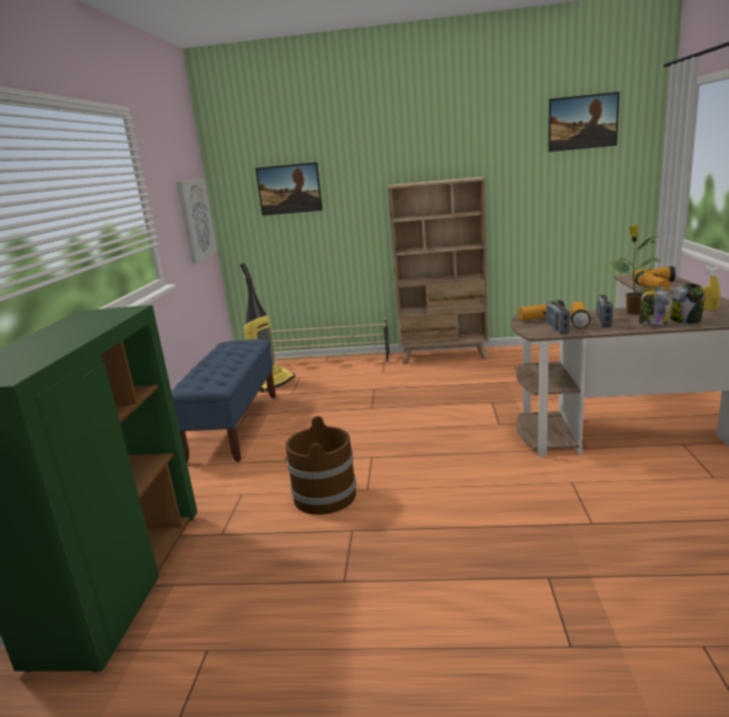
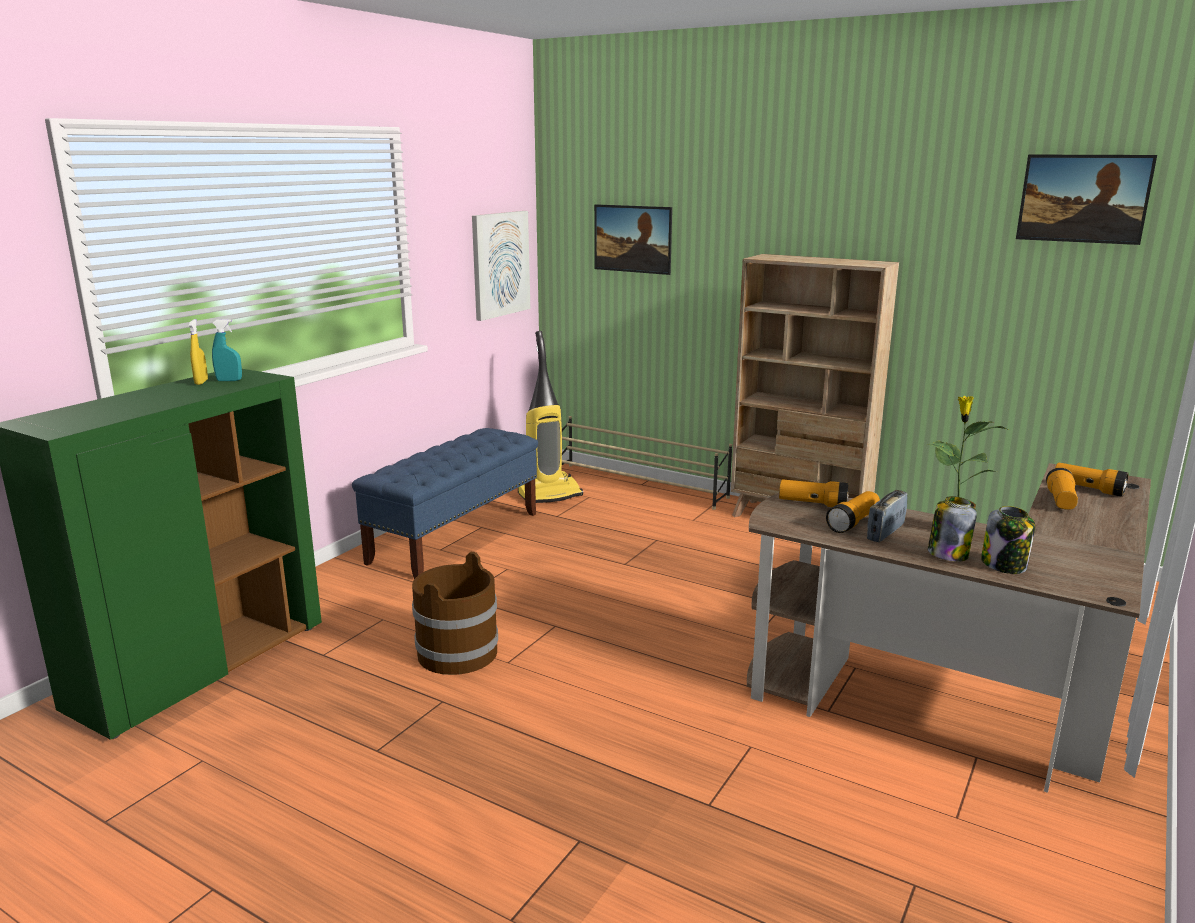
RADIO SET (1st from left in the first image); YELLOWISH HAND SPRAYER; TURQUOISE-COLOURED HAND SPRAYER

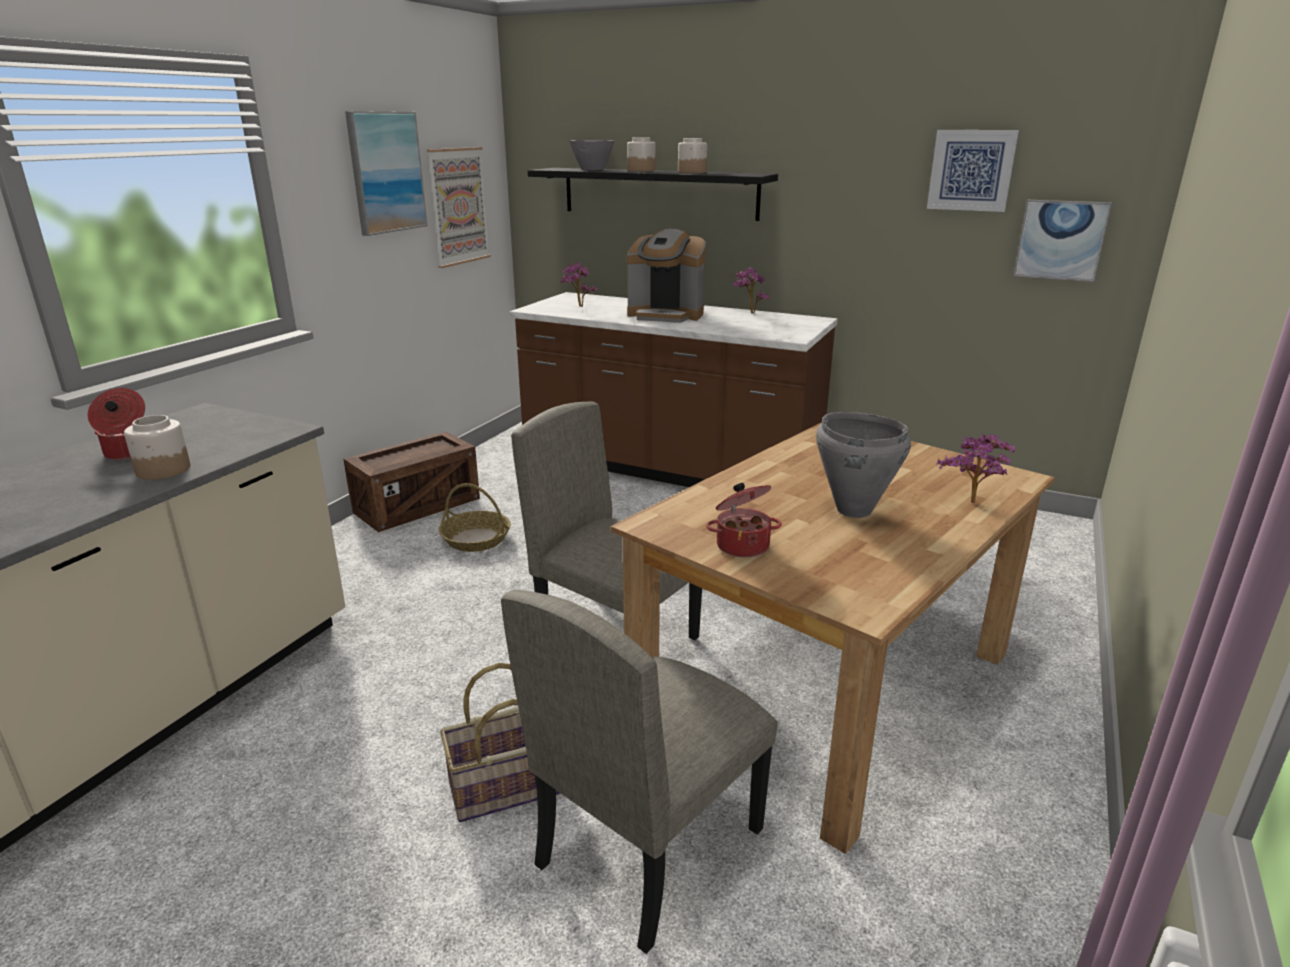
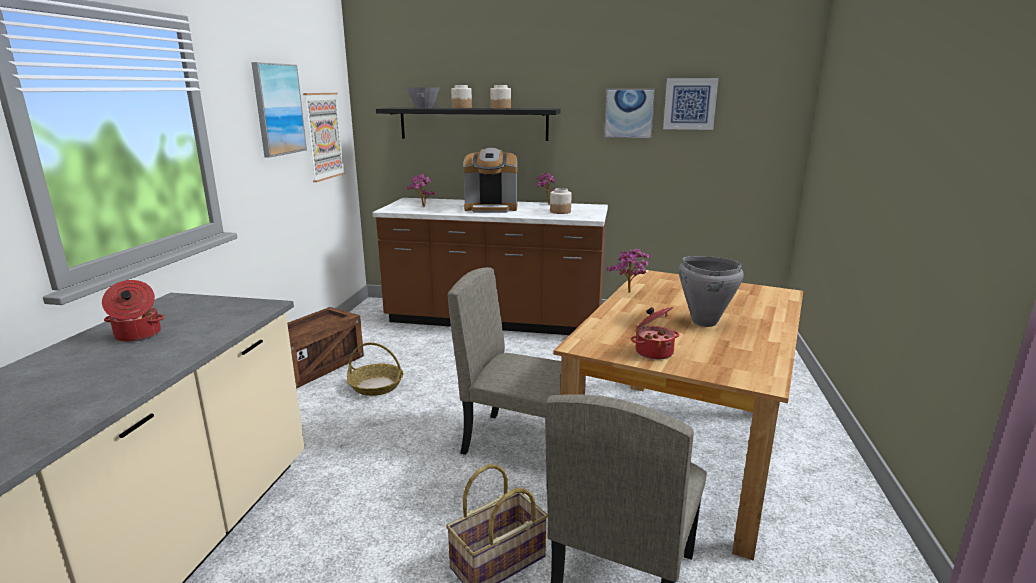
PRESERVE JAR (3rd from left); POTTED PLANT (3rd from left); WALL PICTURE (3rd from left)

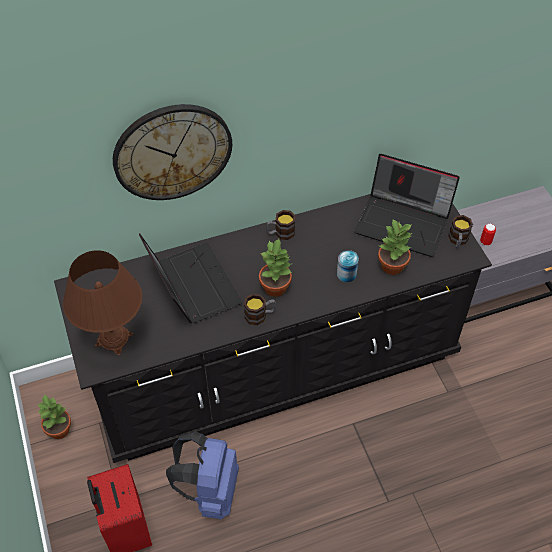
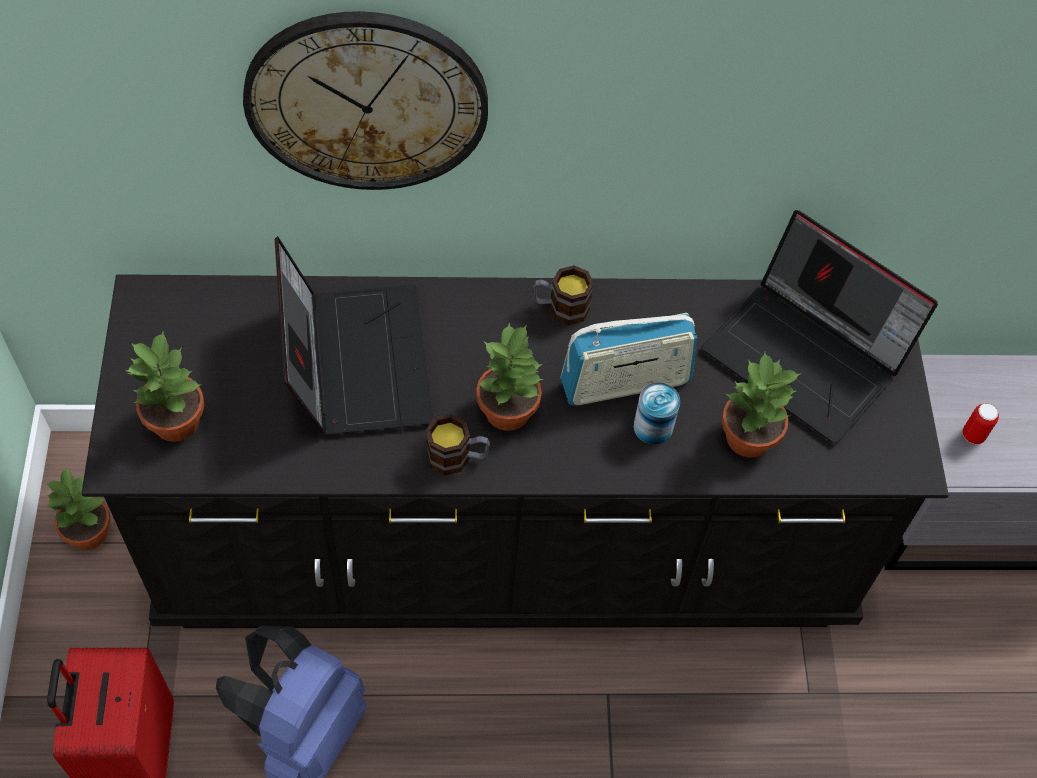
POTTED PLANT (2nd from left); MUG (3rd from left in the first image); RADIO SET

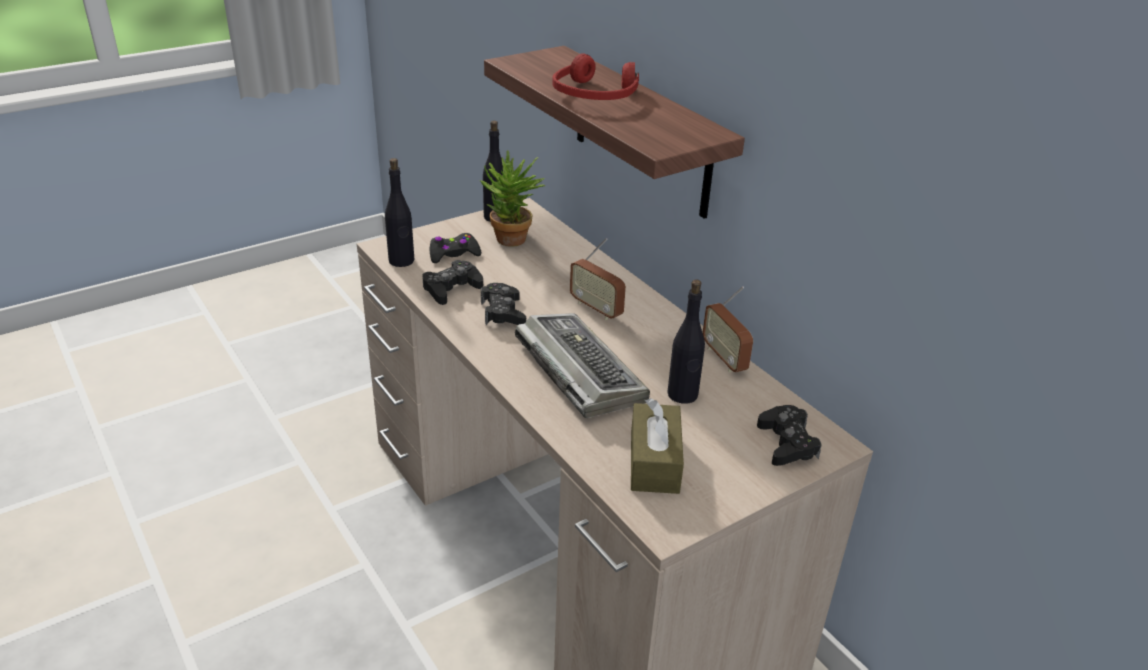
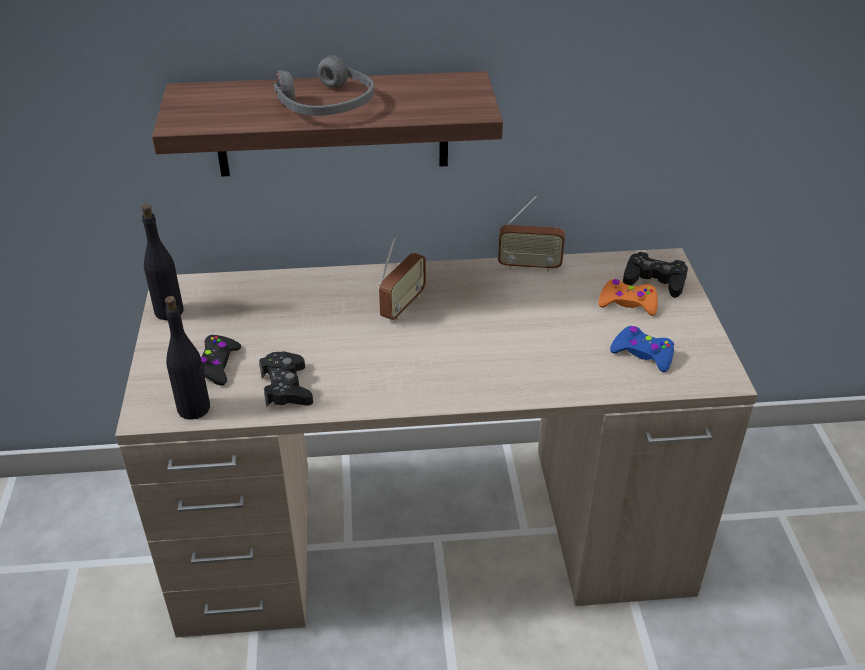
POTTED PLANT; BLACK GAME CONTROLLER (3rd from left in the first image); KEYBOARD; GREY PAIR OF HEADPHONES; RADIO SET (1st from left); BLUE GAME CONTROLLER; BLACK DRINK BOTTLE (3rd from left in the first image); ORANGE GAME CONTROLLER

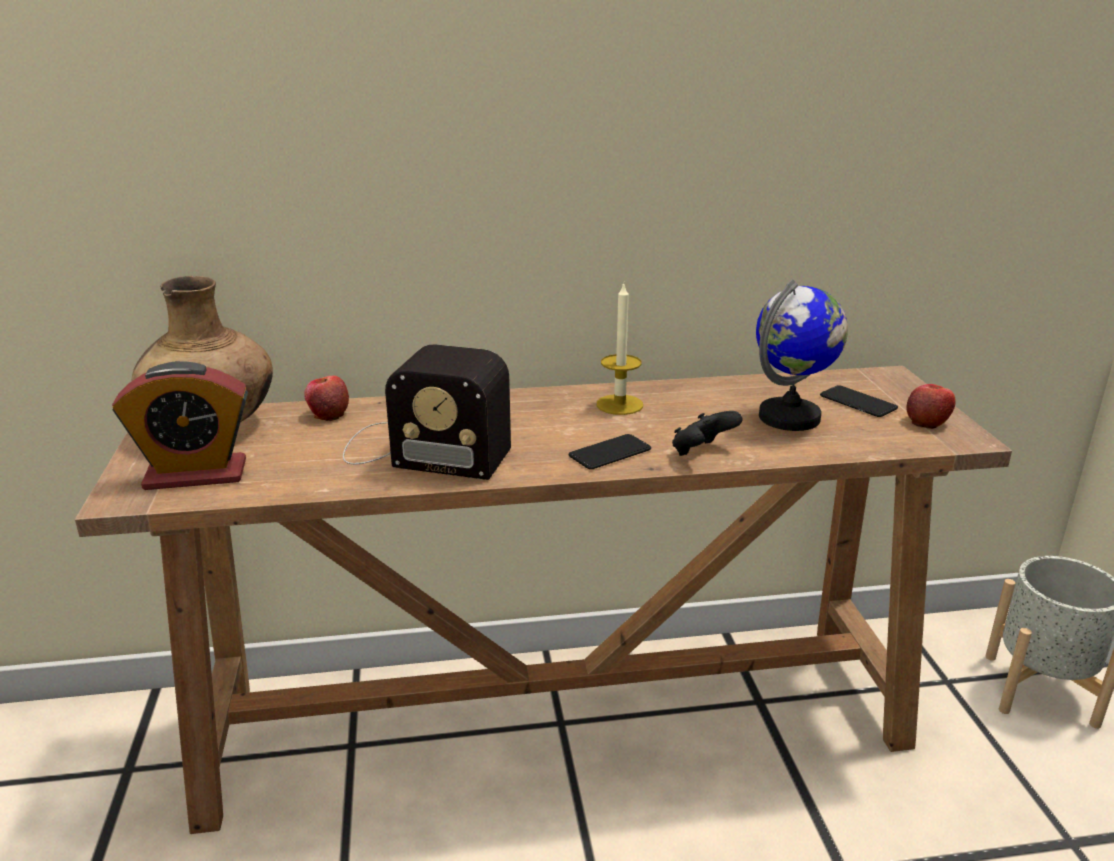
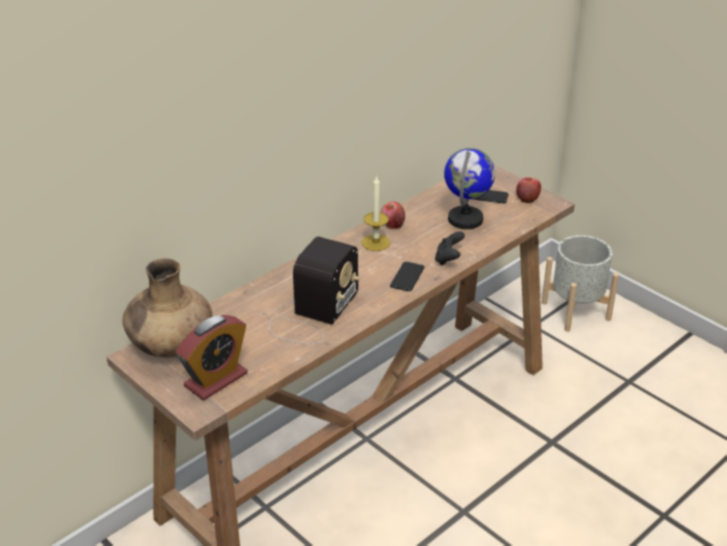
APPLE FRUIT (1st from left); RADIO SET

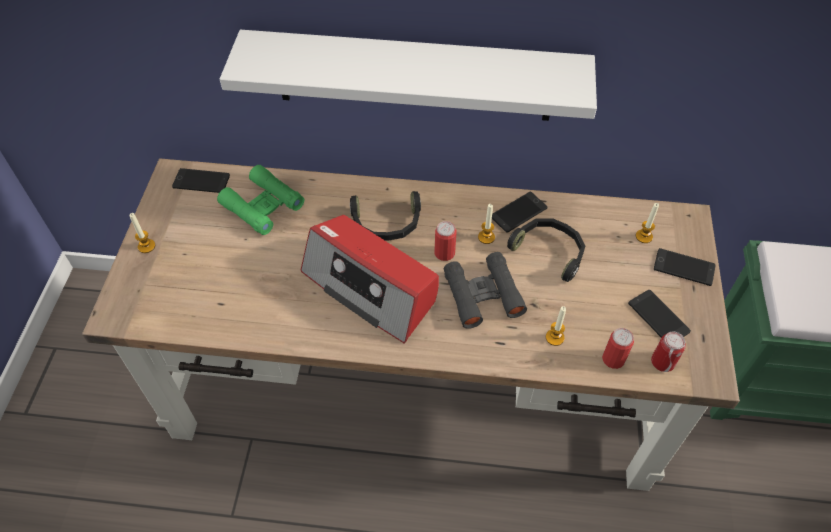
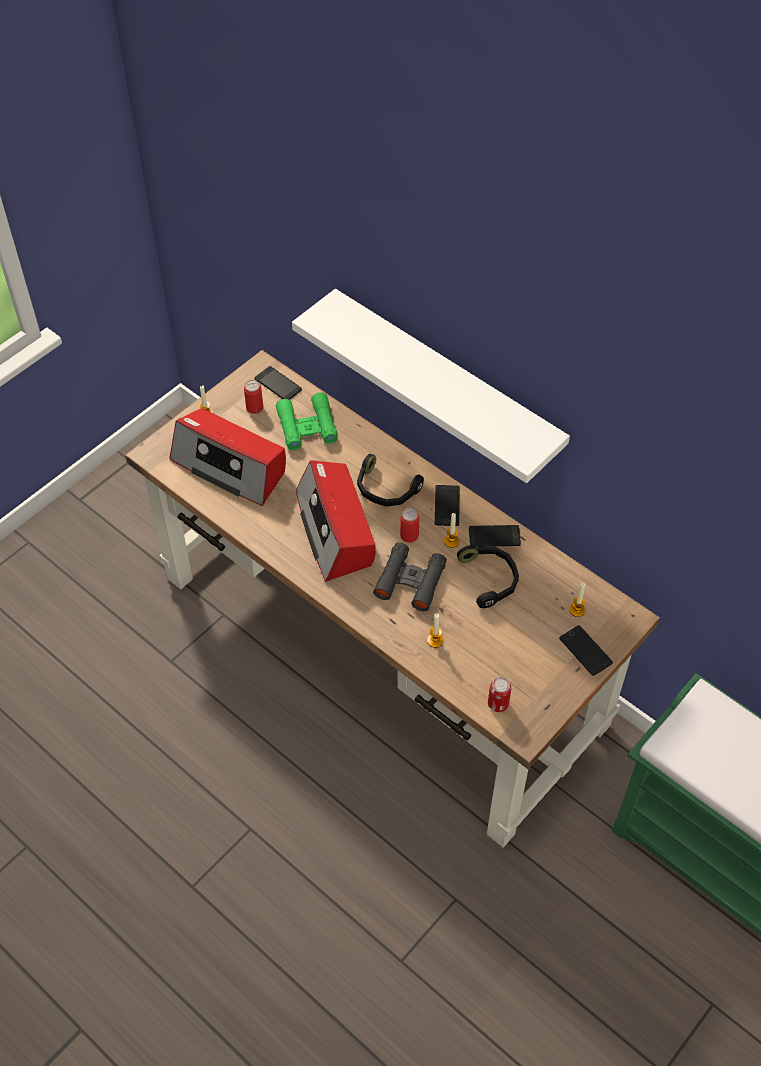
SEALED CAN (1st from left); TELEPHONE (2nd from left); RADIO SET (1st from left)

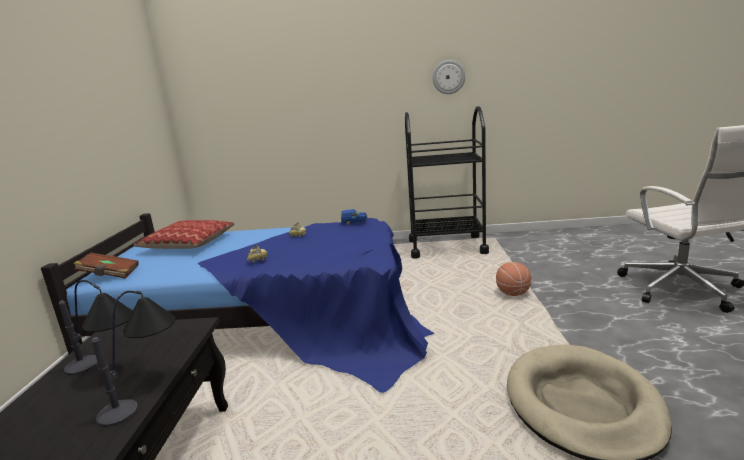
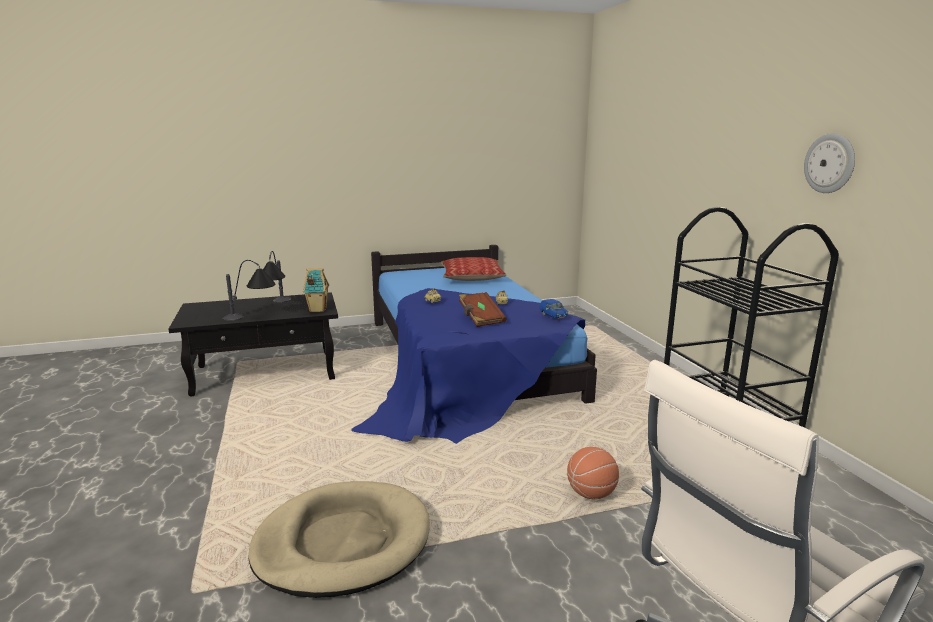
BROWN-COLOURED VOLUME; MODEL HOUSE

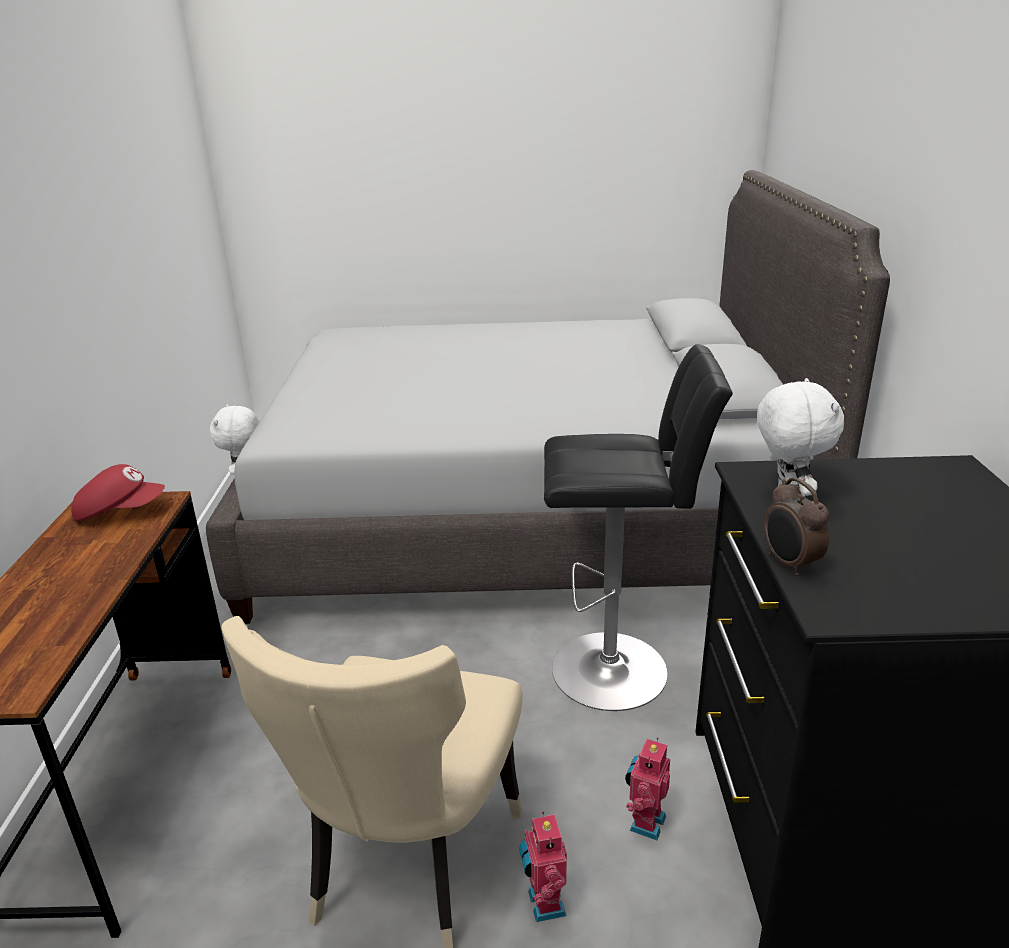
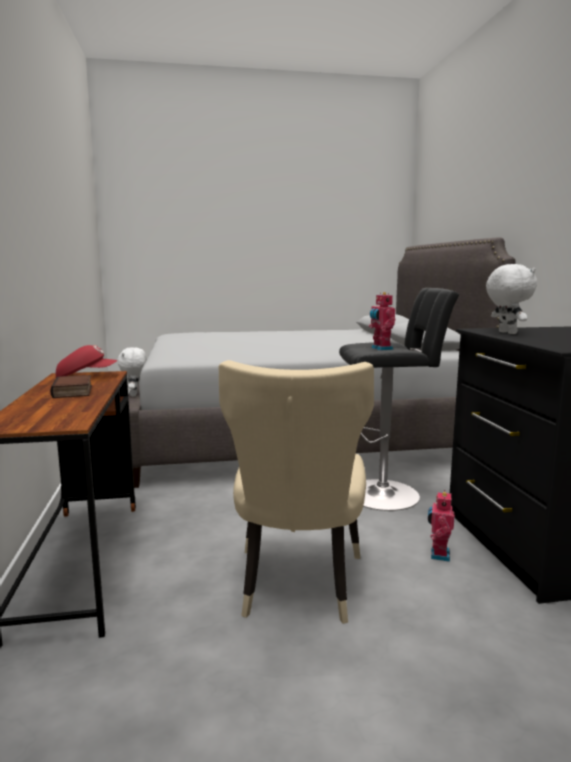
ROBOT FIGURE (1st from left); TABLE CLOCK; VOLUME

